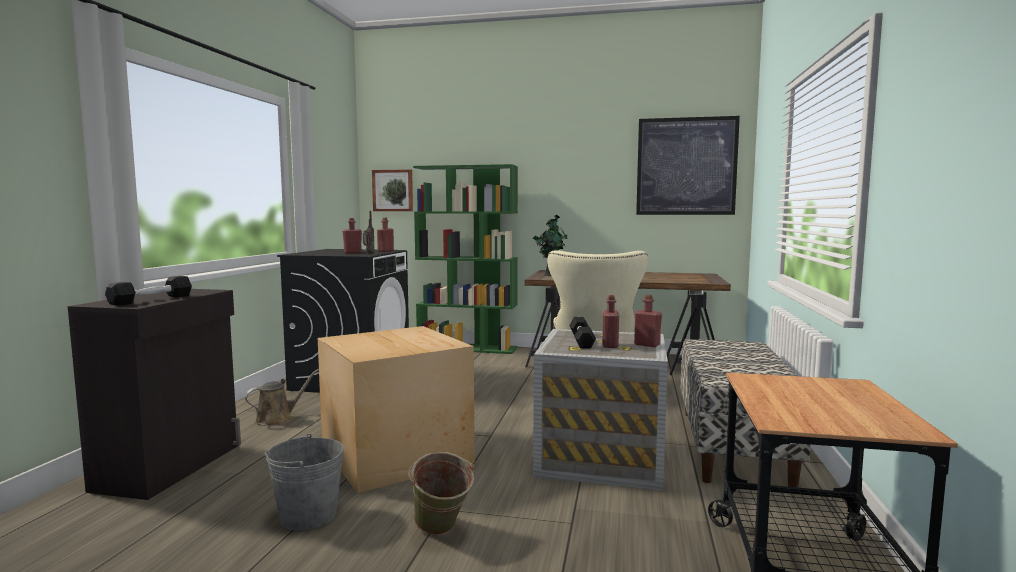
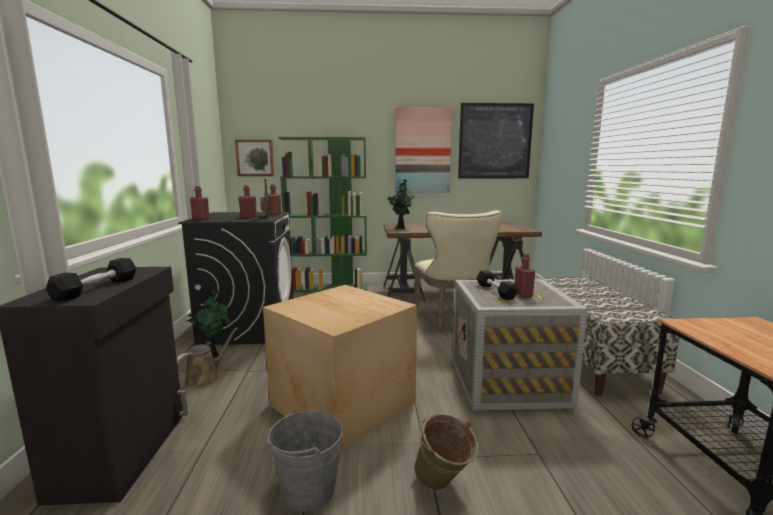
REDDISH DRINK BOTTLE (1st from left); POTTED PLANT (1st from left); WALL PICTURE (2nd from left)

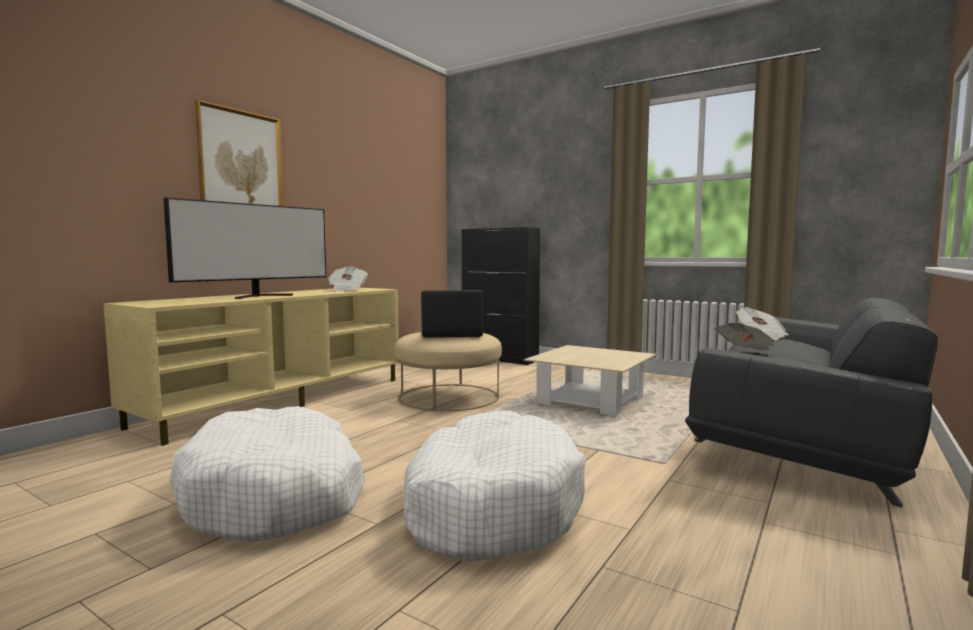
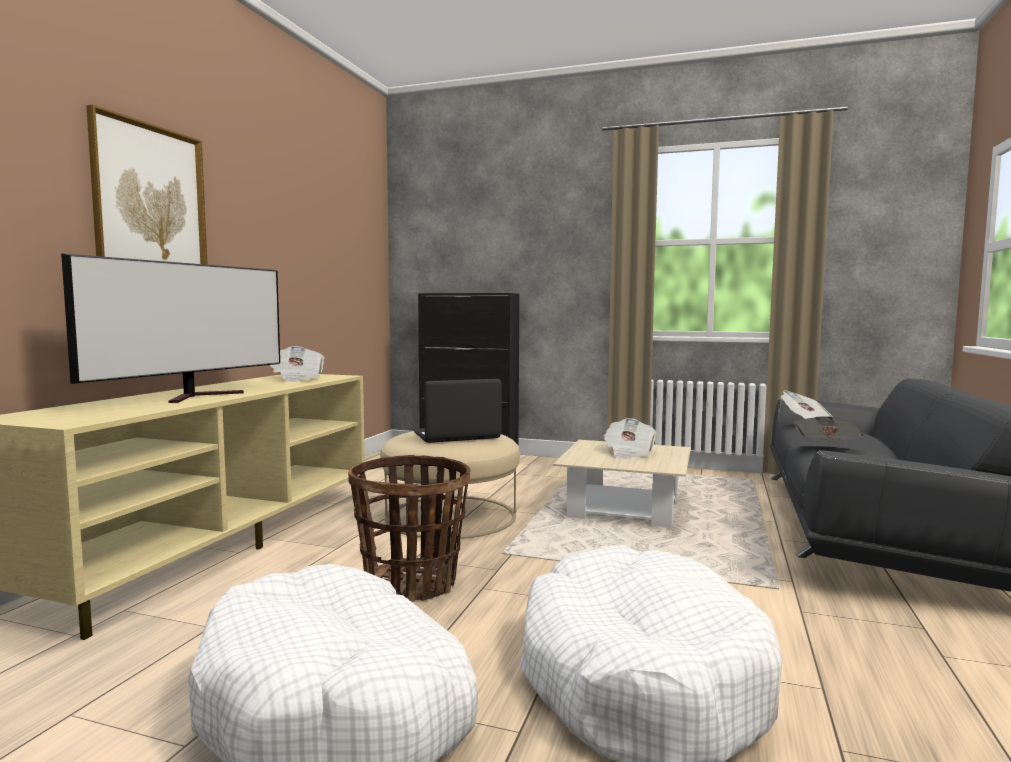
STORAGE BASKET; DAILY PAPER (2nd from left)

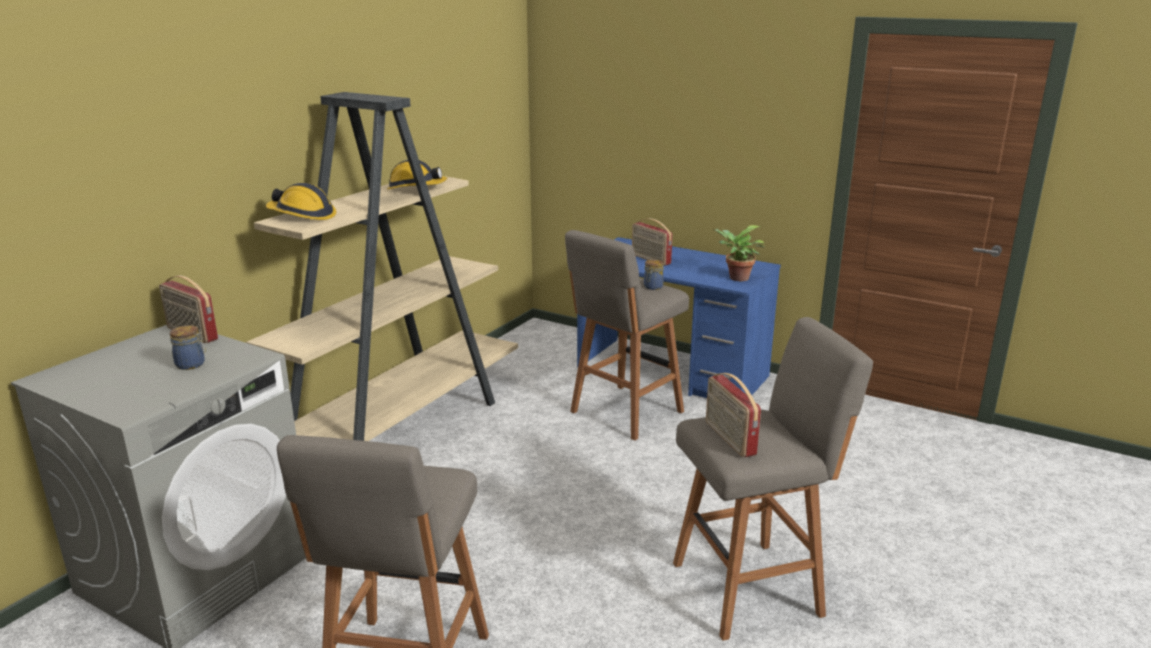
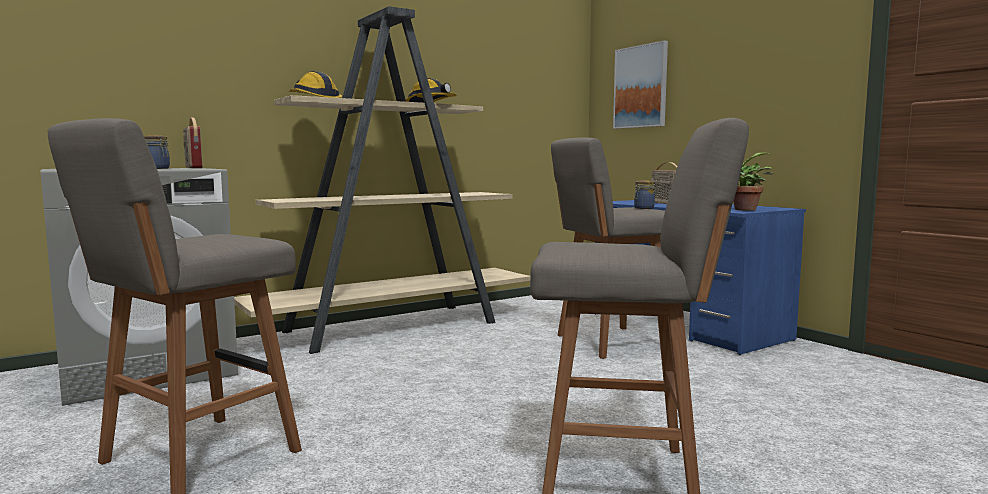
RADIO SET (3rd from left in the first image); WALL PICTURE

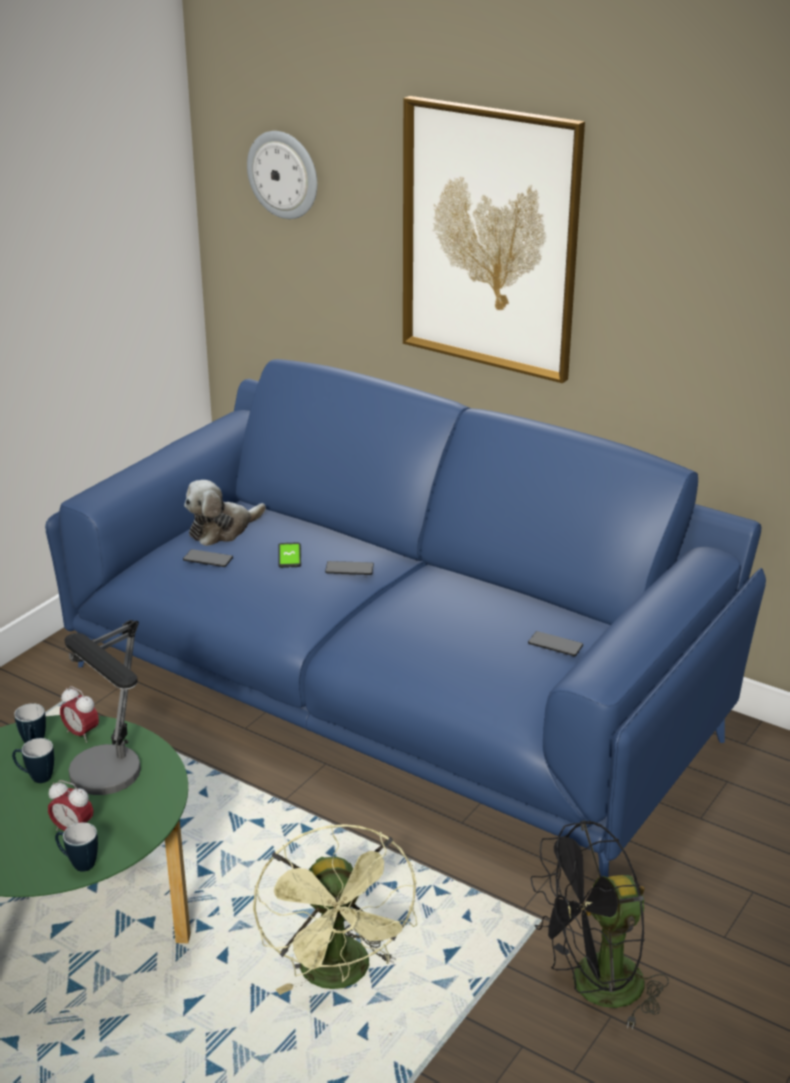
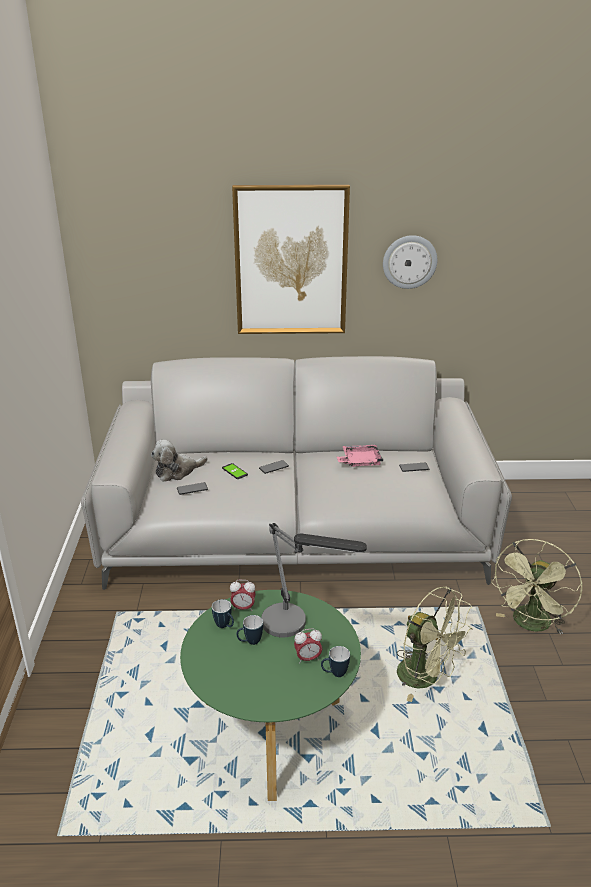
GREY SETTEE; PLUSH TOY; WALL CLOCK; GREEN-COLOURED COOLING FAN (2nd from left); PINKISH TRAY

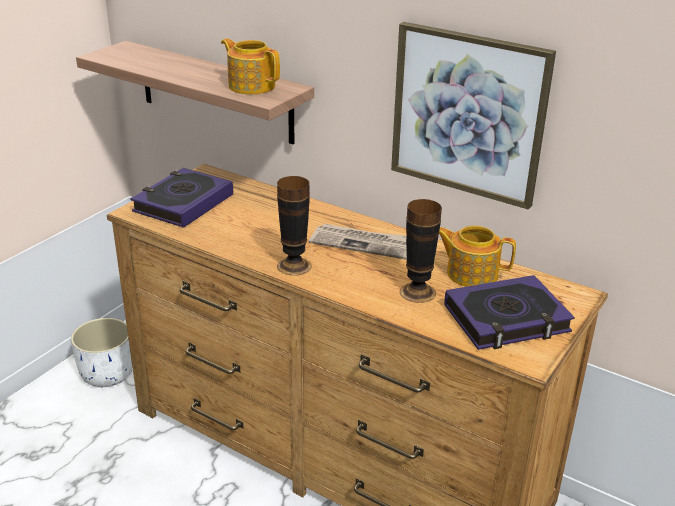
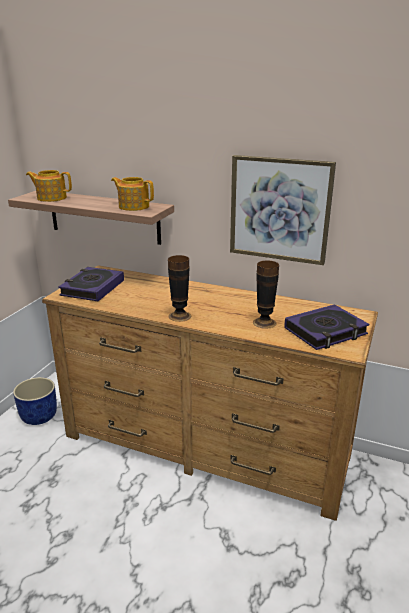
BLUE FLOWER POT; DAILY PAPER; TEA POT (1st from left)

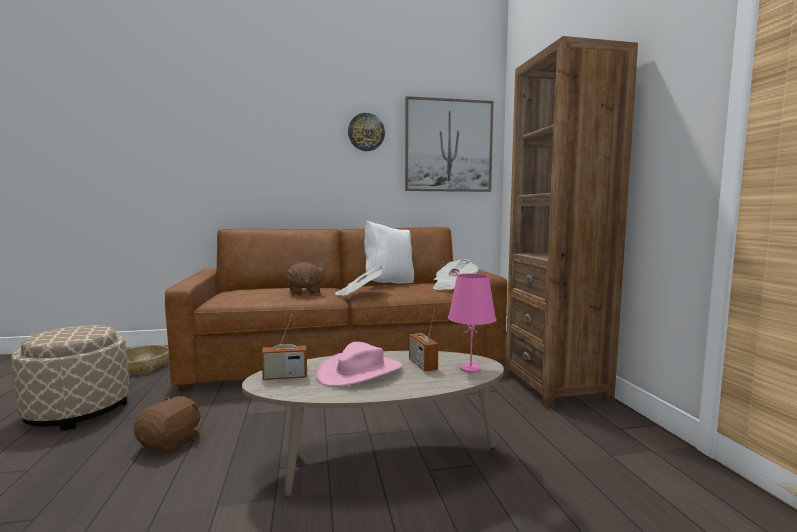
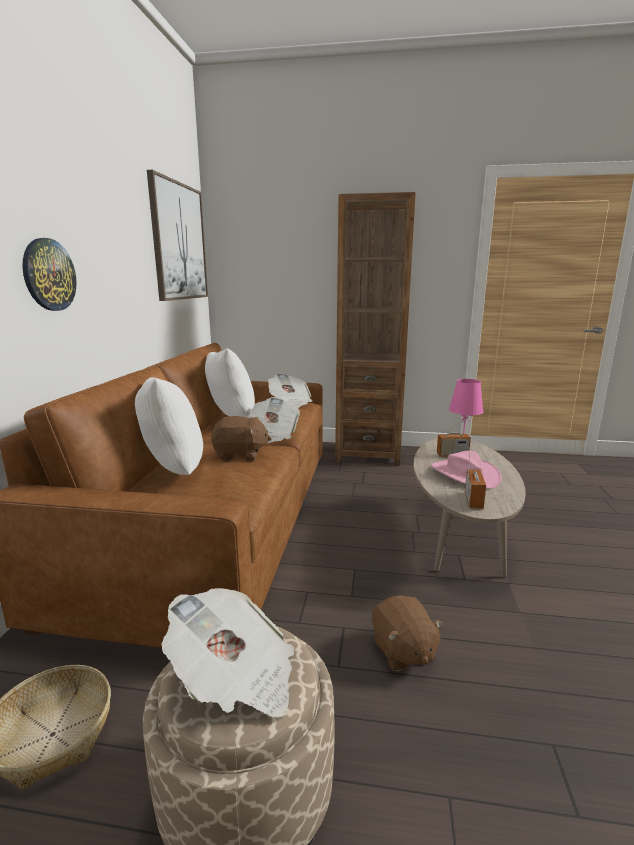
BROWN-COLOURED PLUSH TOY (2nd from left); WALL CLOCK; WHITE-COLOURED PILLOW (1st from left); DAILY PAPER (1st from left)

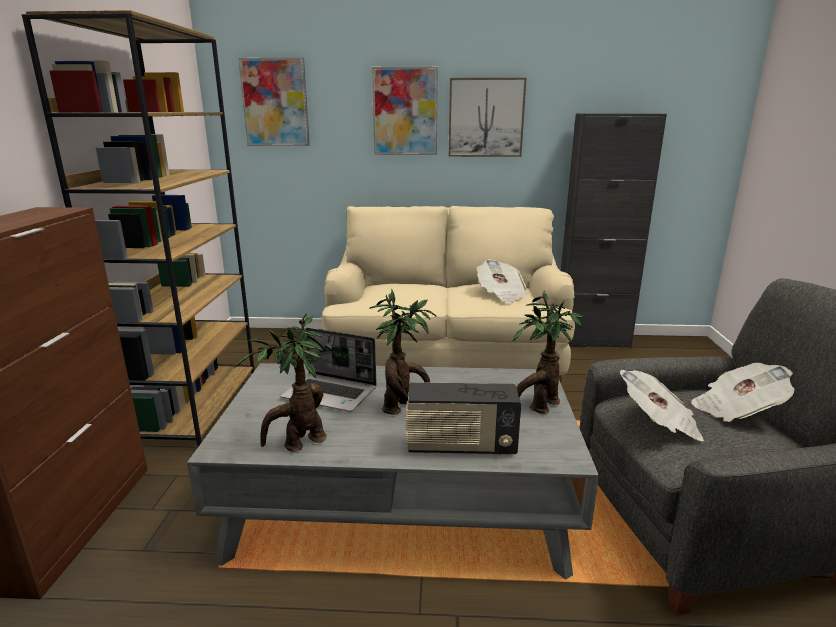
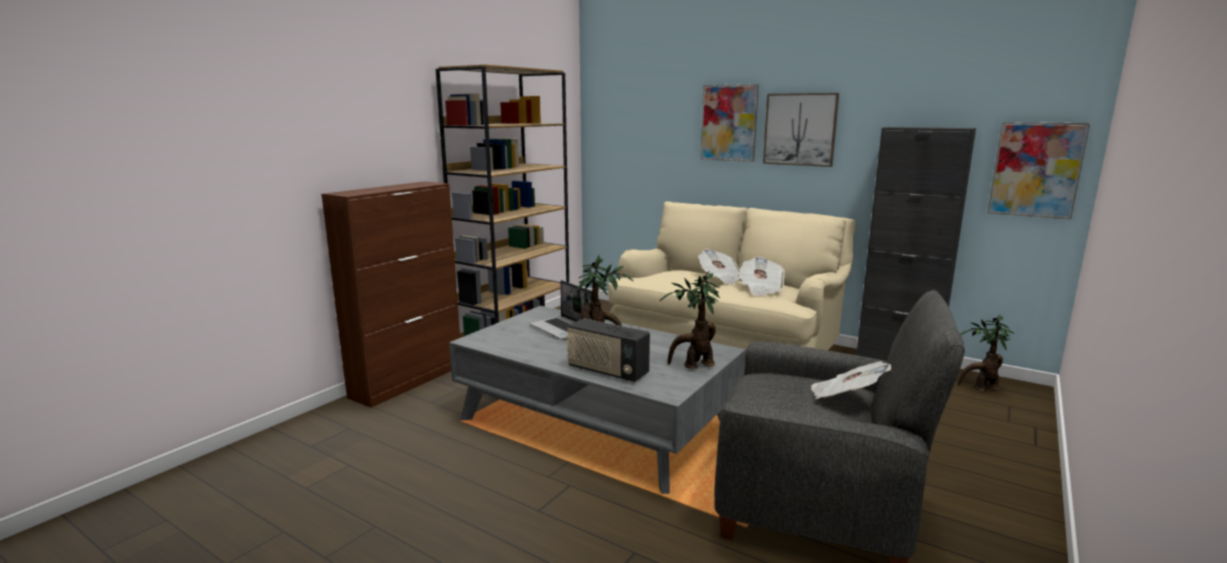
POTTED PLANT (3rd from left); WALL PICTURE (3rd from left); DAILY PAPER (1st from left)

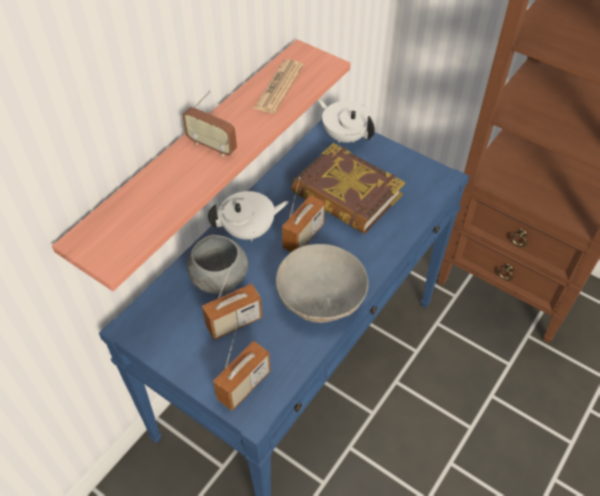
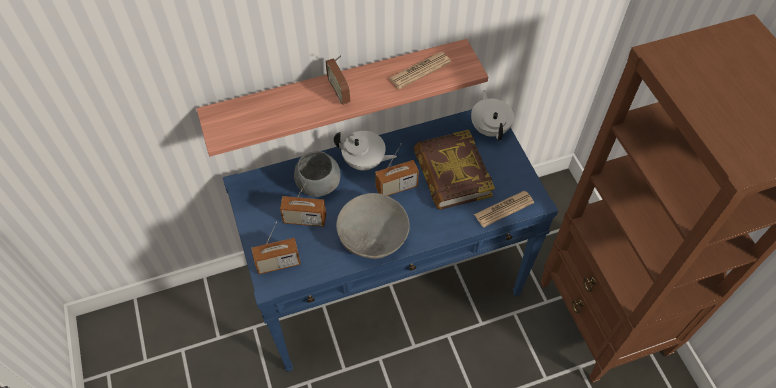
DAILY PAPER (2nd from left)

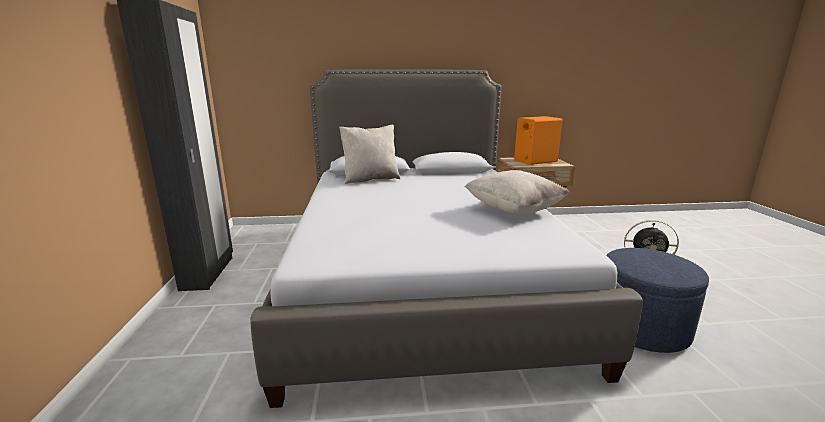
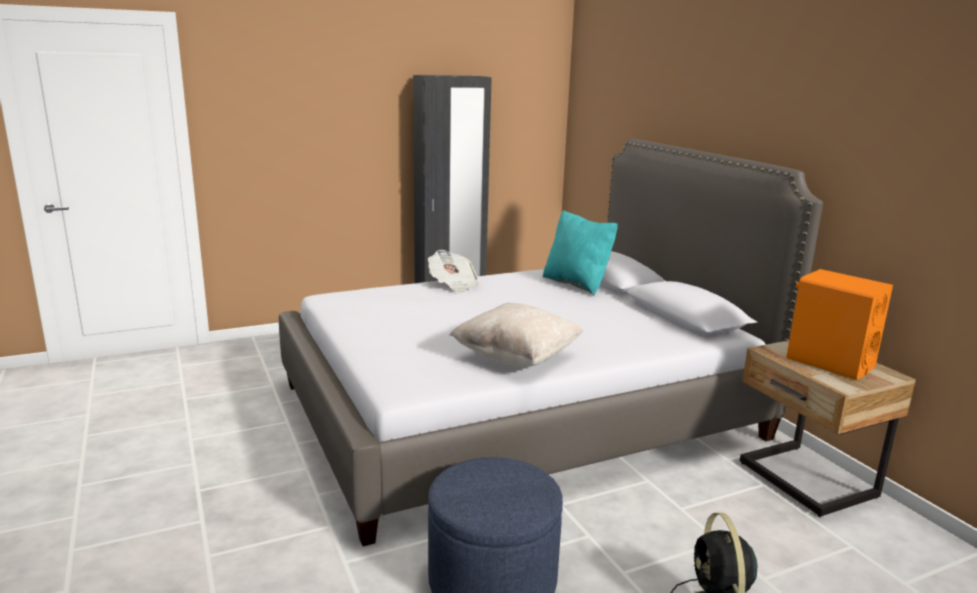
TURQUOISE-COLOURED PILLOW; DAILY PAPER

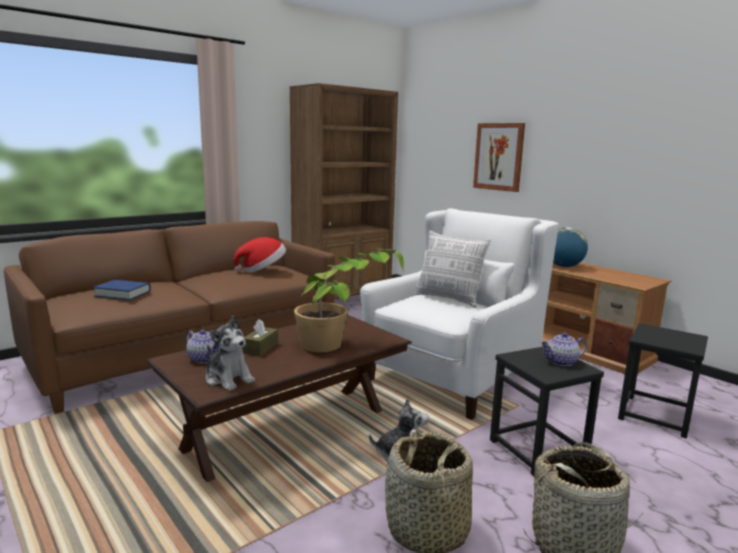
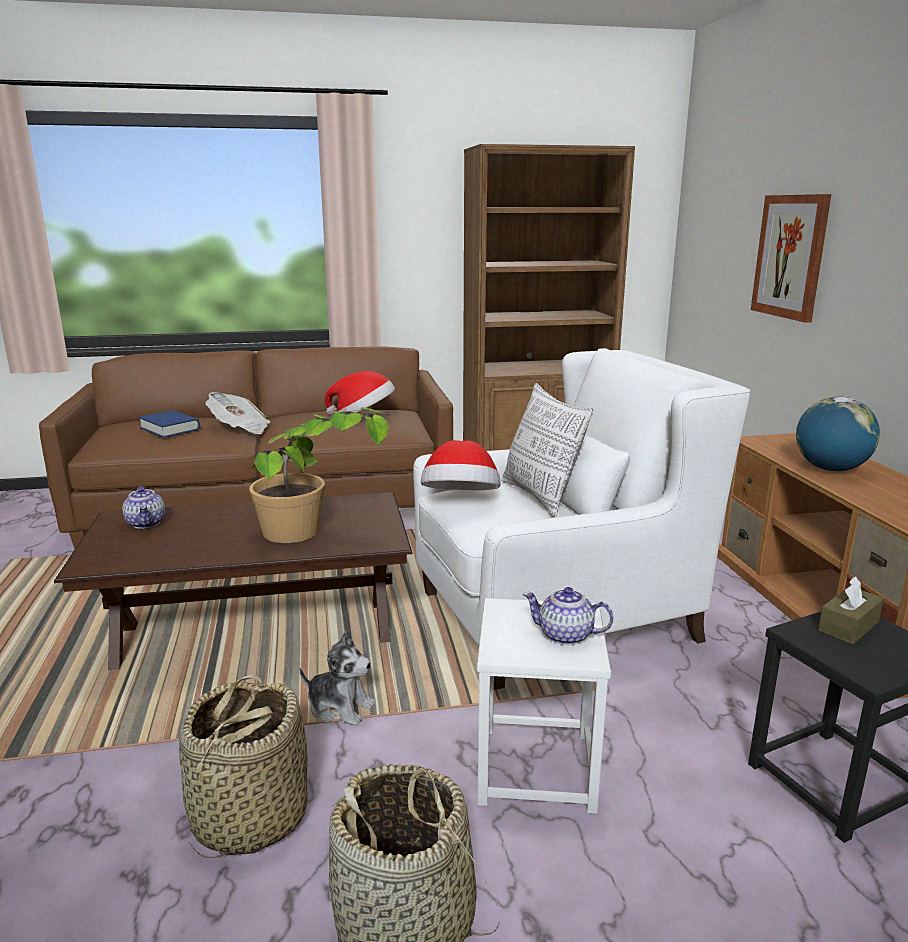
PLUSH TOY (1st from left in the first image); BROWN-COLOURED TISSUE HOLDER; WHITE-COLOURED STOOL; DAILY PAPER; HAT (2nd from left)

